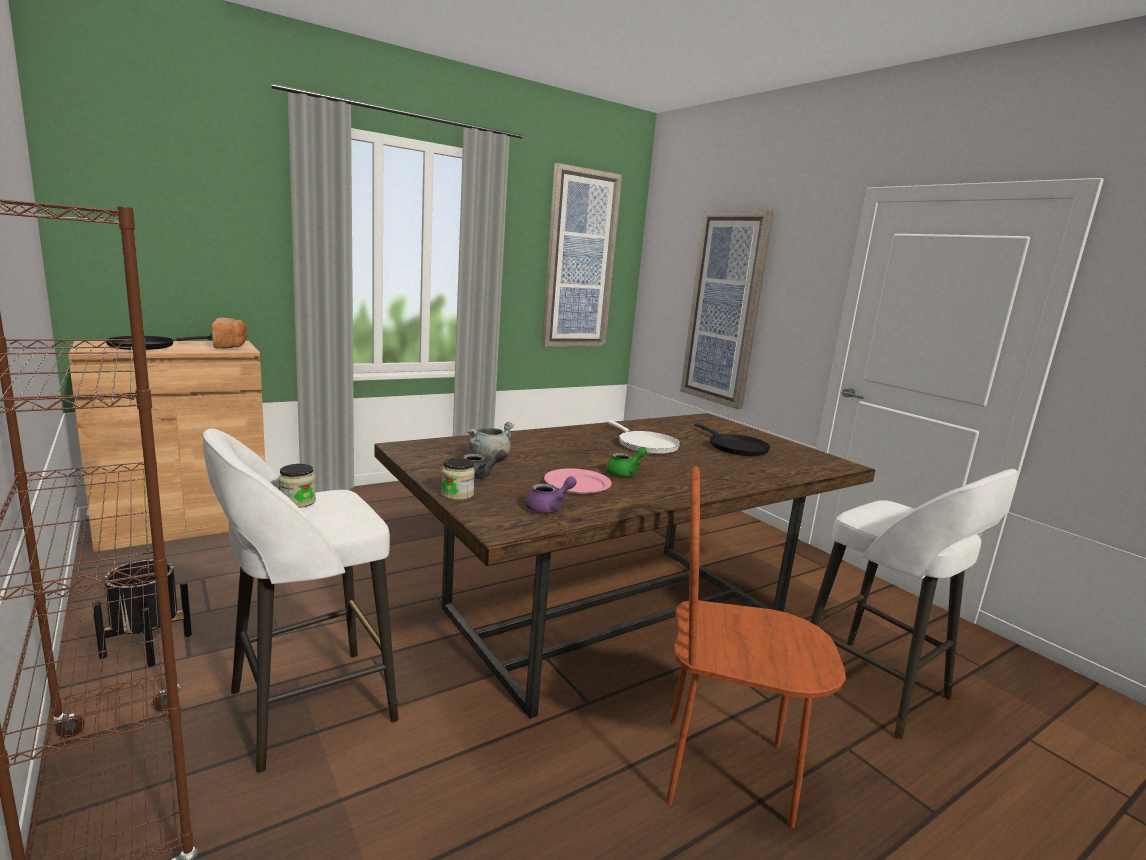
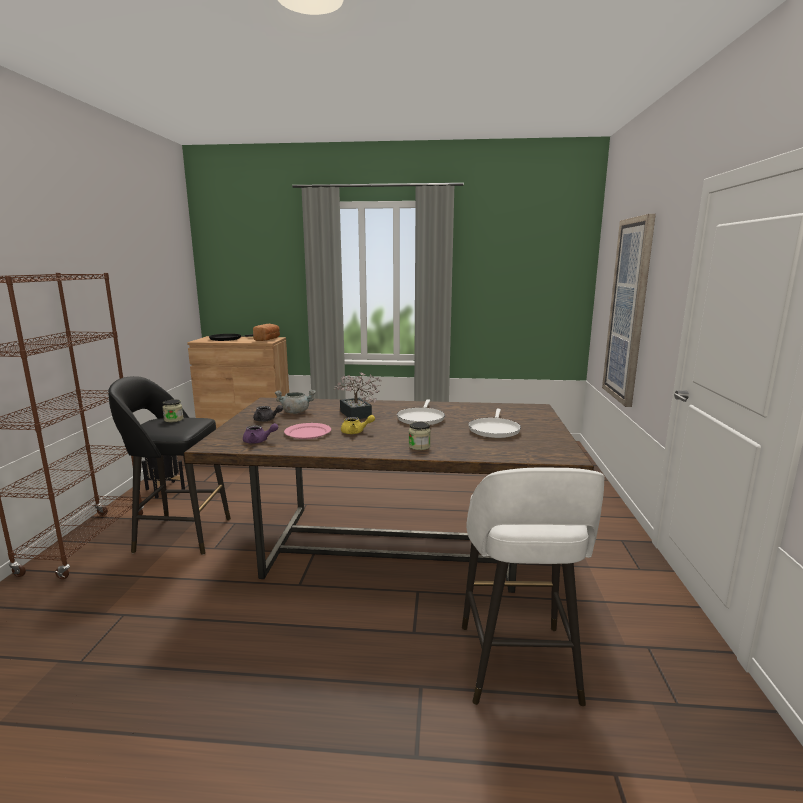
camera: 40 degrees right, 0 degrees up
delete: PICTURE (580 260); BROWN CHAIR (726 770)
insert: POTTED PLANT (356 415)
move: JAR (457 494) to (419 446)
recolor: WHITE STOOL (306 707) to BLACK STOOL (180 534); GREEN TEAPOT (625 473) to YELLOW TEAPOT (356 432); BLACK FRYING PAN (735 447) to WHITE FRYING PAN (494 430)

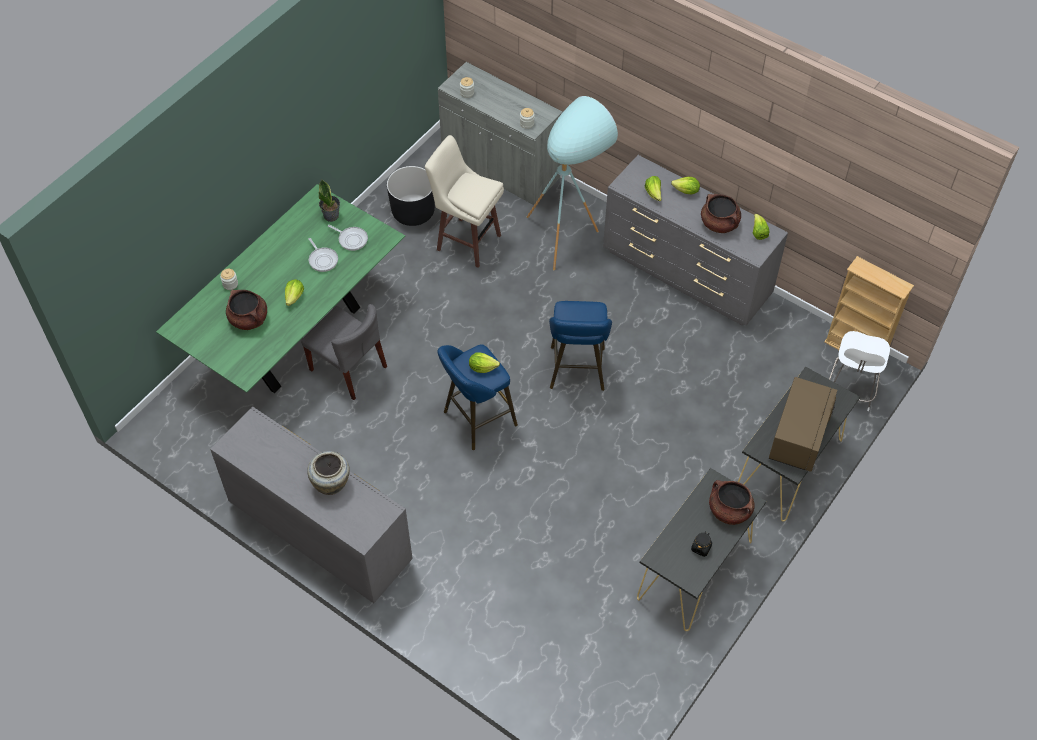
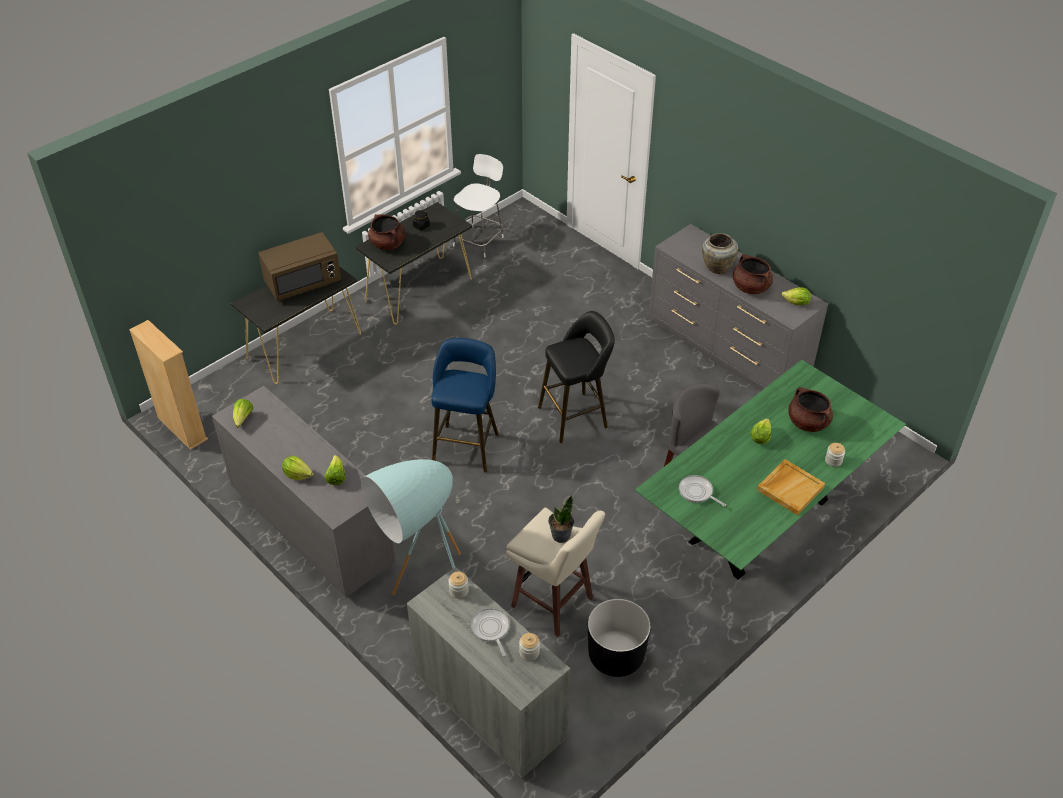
camera: 170 degrees left, 10 degrees down
insert: BEIGE TRAY (790 488)
move: FRYING PAN (322 259) to (491 629); POTTED PLANT (331 216) to (560 535); LETTUCE (482 367) to (796 303); BROWN COOKING POT (719 224) to (750 287); WHITE CHAIR (850 389) to (479 240)
recolor: BLUE STOOL (476 420) to BLACK STOOL (576 416)
rotate: BROWN MICROWAVE (798 436) = (303 282) 150 degrees counterclockwise

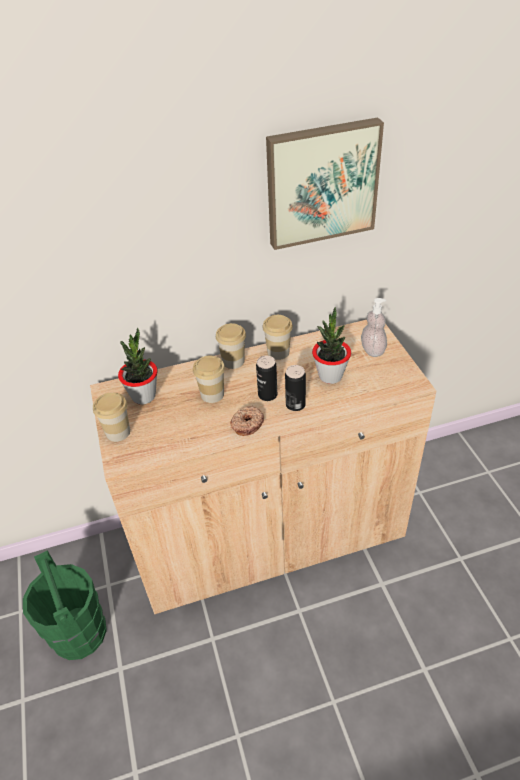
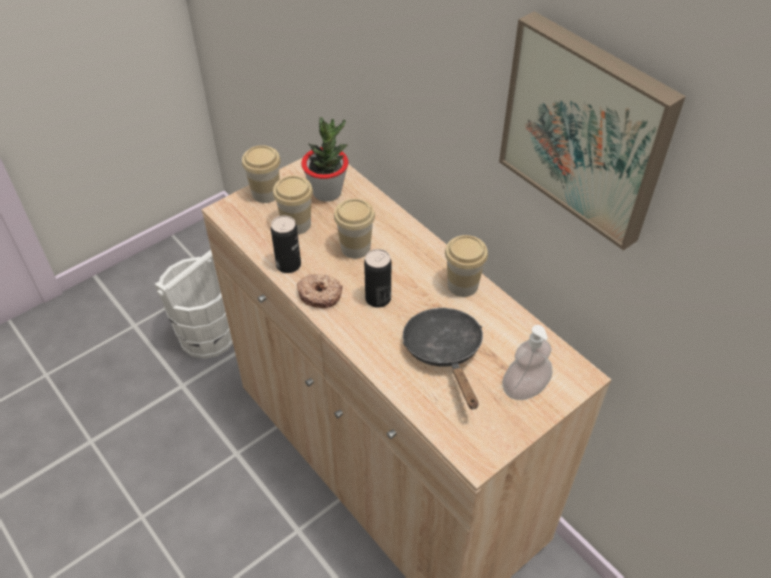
camera: 65 degrees right, 5 degrees up
move: CUP (233 361) to (296 224); CAN (295 405) to (288 265)
replace: POTTED PLANT (330 375) to BLACK FRYING PAN (445 352)
recolor: GREEN BUCKET (79 632) to WHITE BUCKET (208 335)

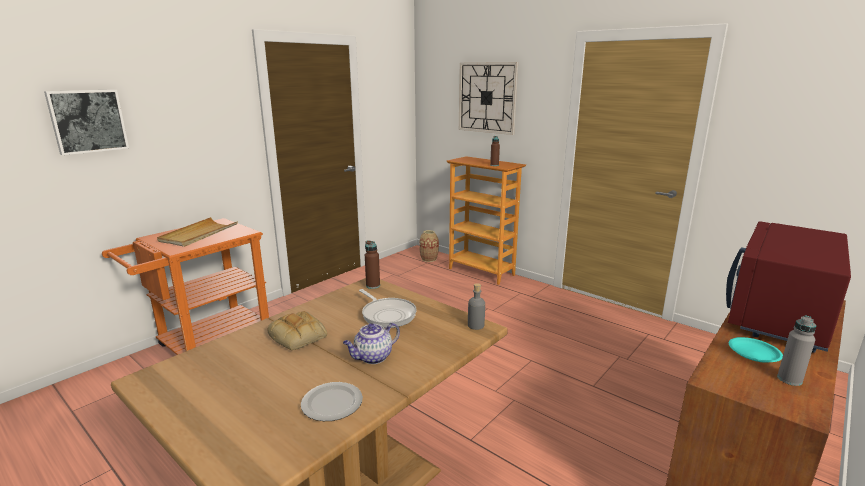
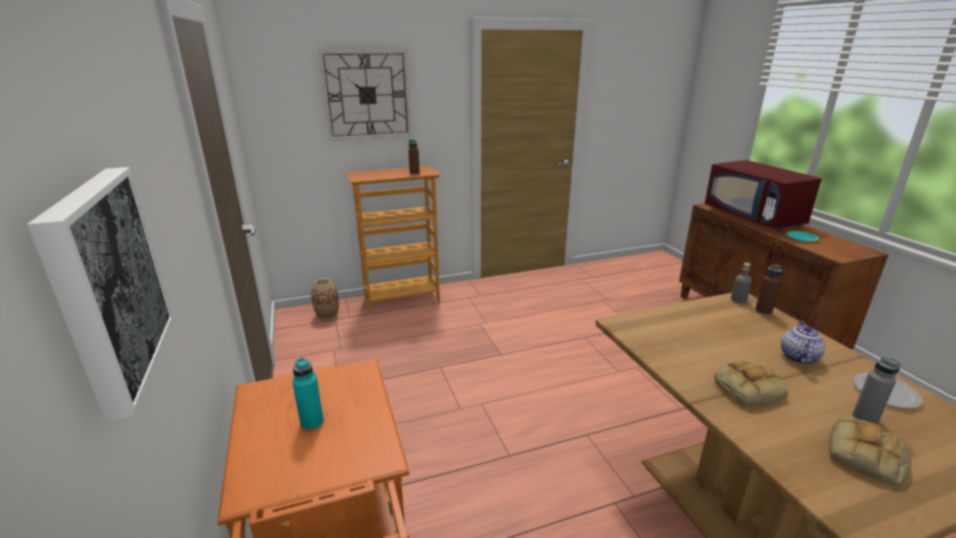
camera: 60 degrees left, 5 degrees up
delete: FRYING PAN (387 314)
insert: BREAD (866 457)
move: BROWN BOTTLE (373 286) to (763 311); GREY BOTTLE (789 379) to (865 418)
replace: BEIGE TRAY (199 234) to TURQUOISE BOTTLE (312 422)
rotate: TEAPOT (372 357) = (798 356) 150 degrees counterclockwise

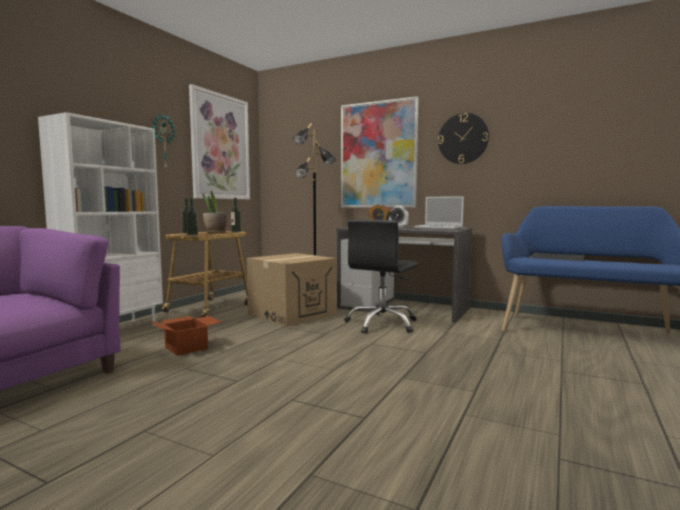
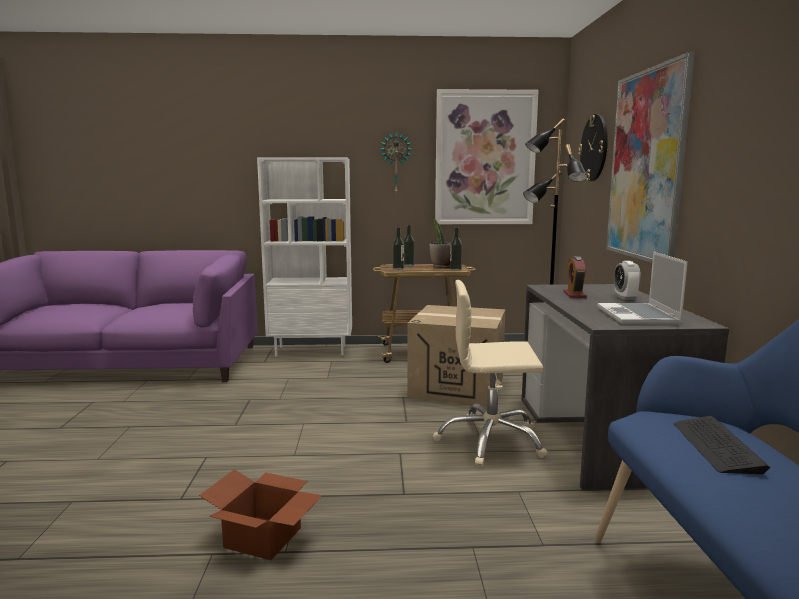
camera: 60 degrees right, 5 degrees up
move: CARDBOARD BOX (188 348) to (264 539); WALL CLOCK (463 138) to (594 148)
recolor: BLACK OFFICE CHAIR (382 324) to BEIGE OFFICE CHAIR (490 441)

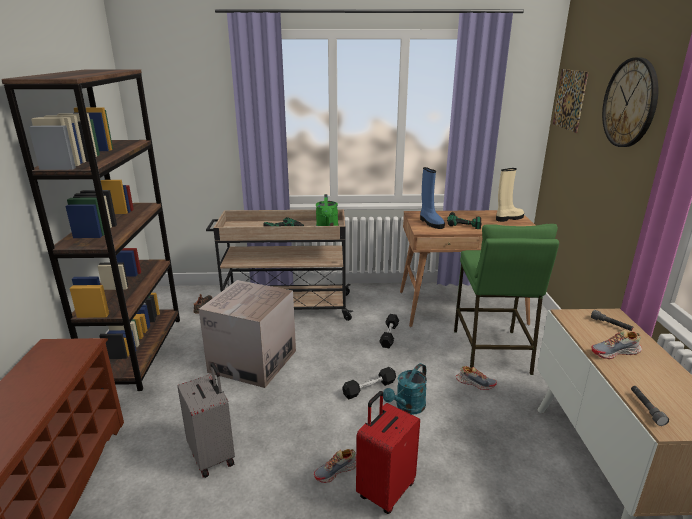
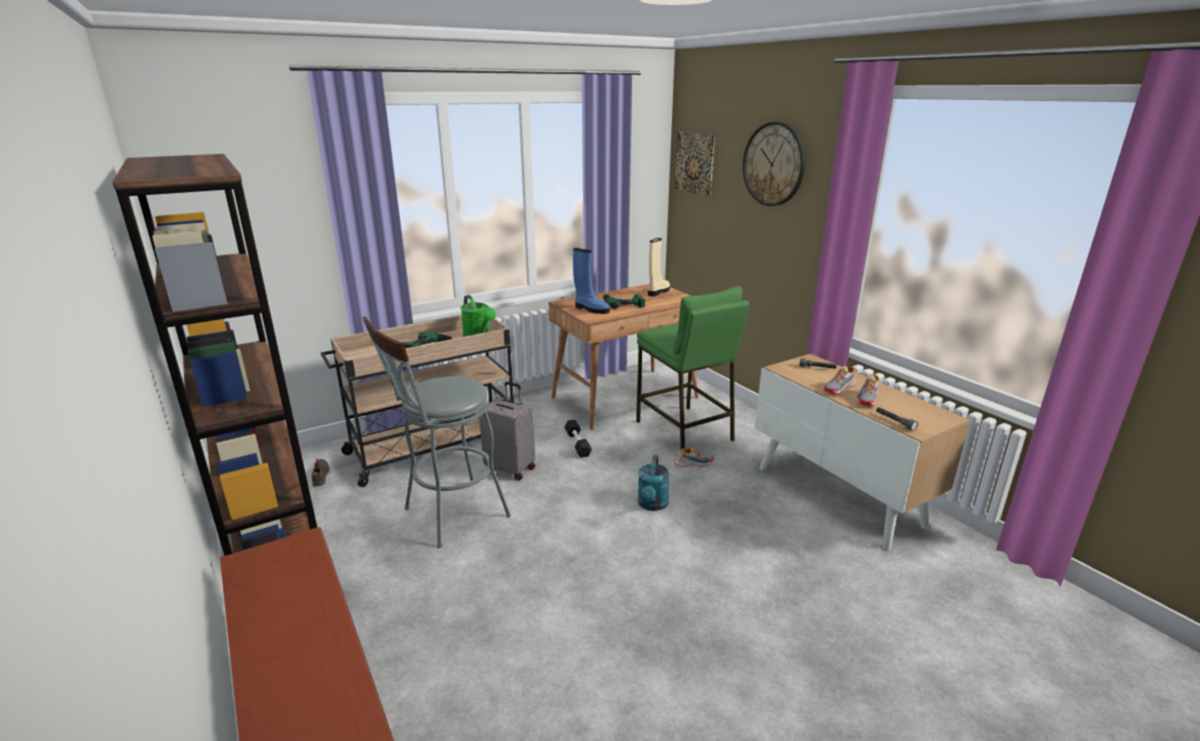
camera: 30 degrees left, 0 degrees up
delete: BLACK DUMBBELL (369 388); RED SUITCASE (385 490)
move: GREY SUITCASE (213 455) to (511 468); SHOE (337 471) to (868 398)
replace: CARDBOARD BOX (253 361) to GREY STOOL (449 516)

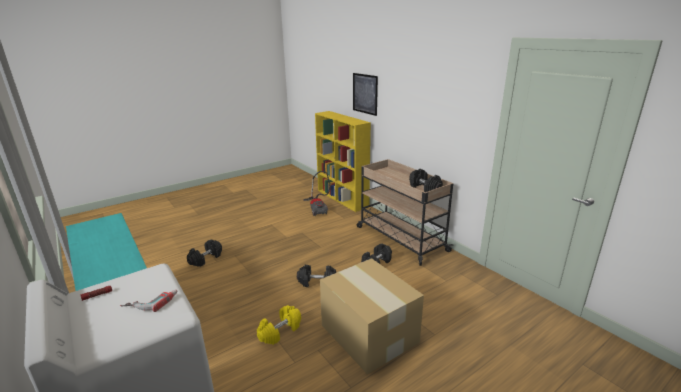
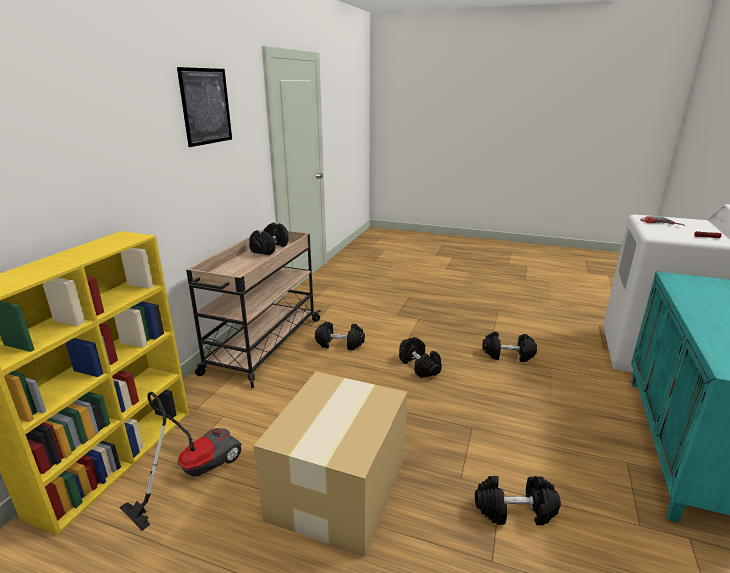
camera: 125 degrees left, 0 degrees up
move: CARDBOARD BOX (369 334) to (340 487); PICTURE (365 94) to (206 106)
recolor: YELLOW DUMBBELL (280 331) to BLACK DUMBBELL (507 355)

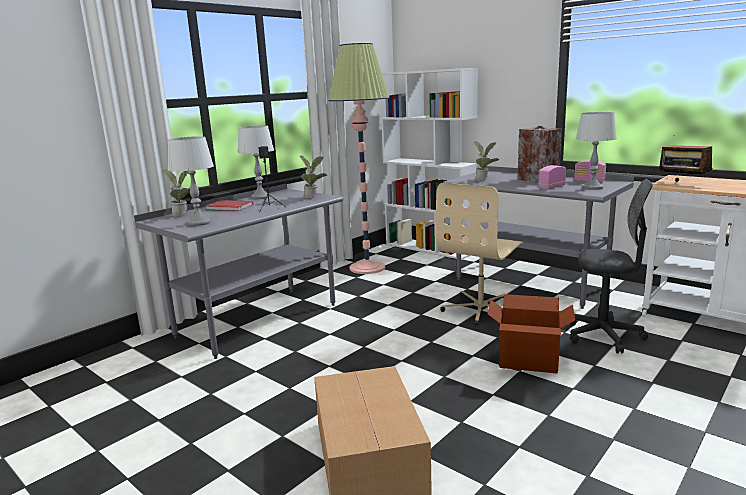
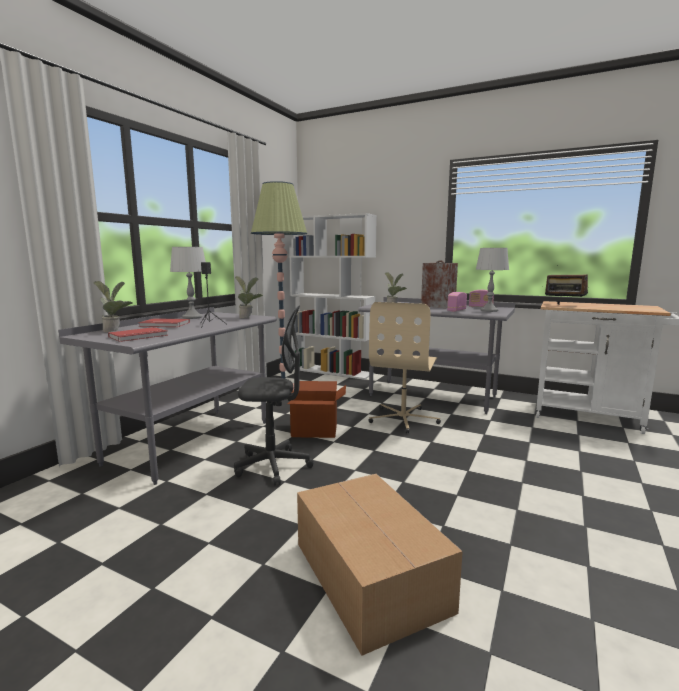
camera: 15 degrees left, 5 degrees down
move: CARDBOARD BOX (528 361) to (314 431); GREY OFFICE CHAIR (603 336) to (273 466)
replace: GREY TABLE LAMP (199 223) to RED BOOK (139 336)

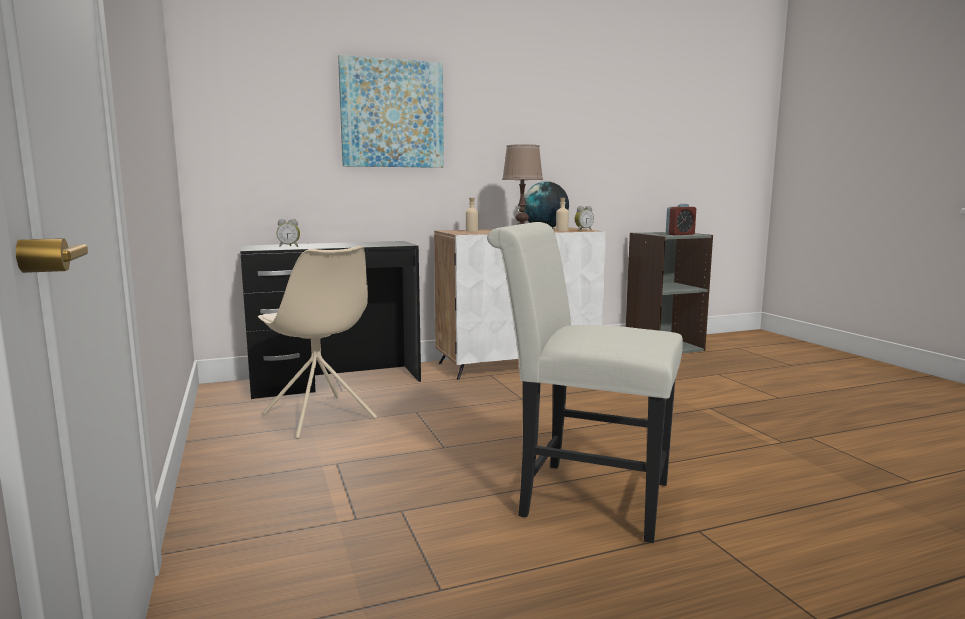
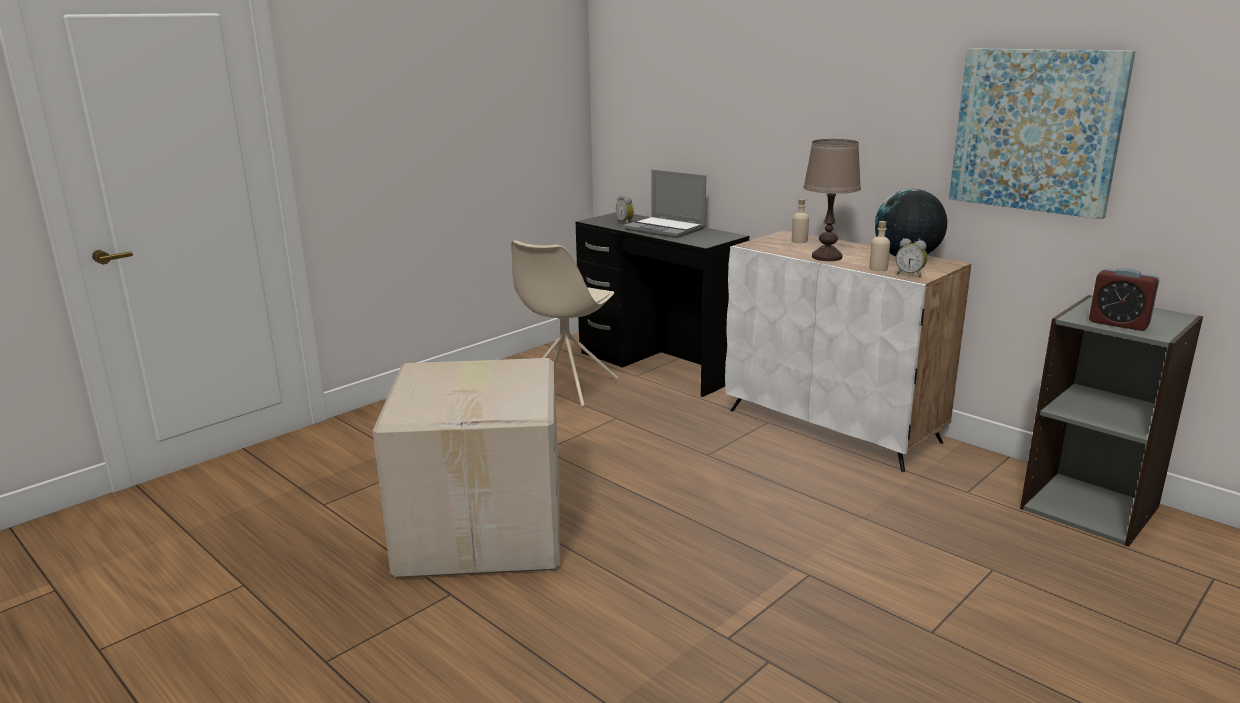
camera: 65 degrees right, 10 degrees up
insert: LAPTOP (666 229)
move: PICTURE (392 114) to (1036 130)
replace: WHITE CHAIR (583 497) to CARDBOARD BOX (484 529)

